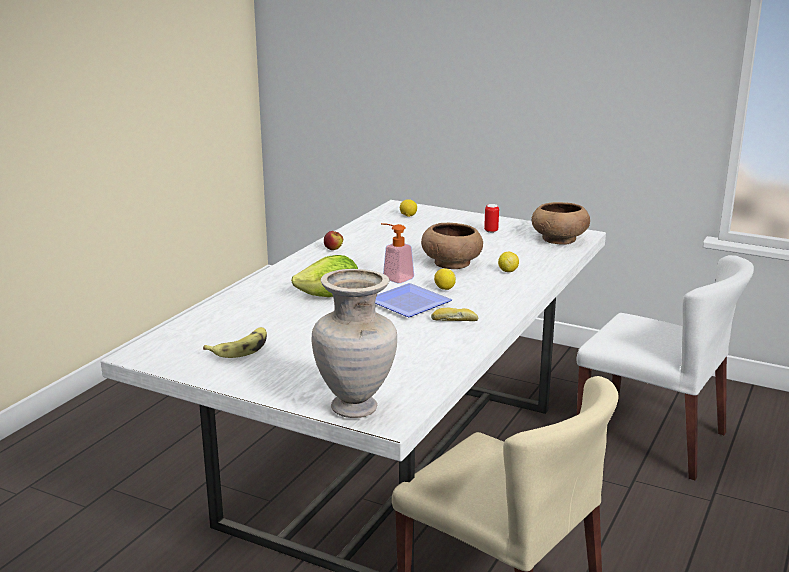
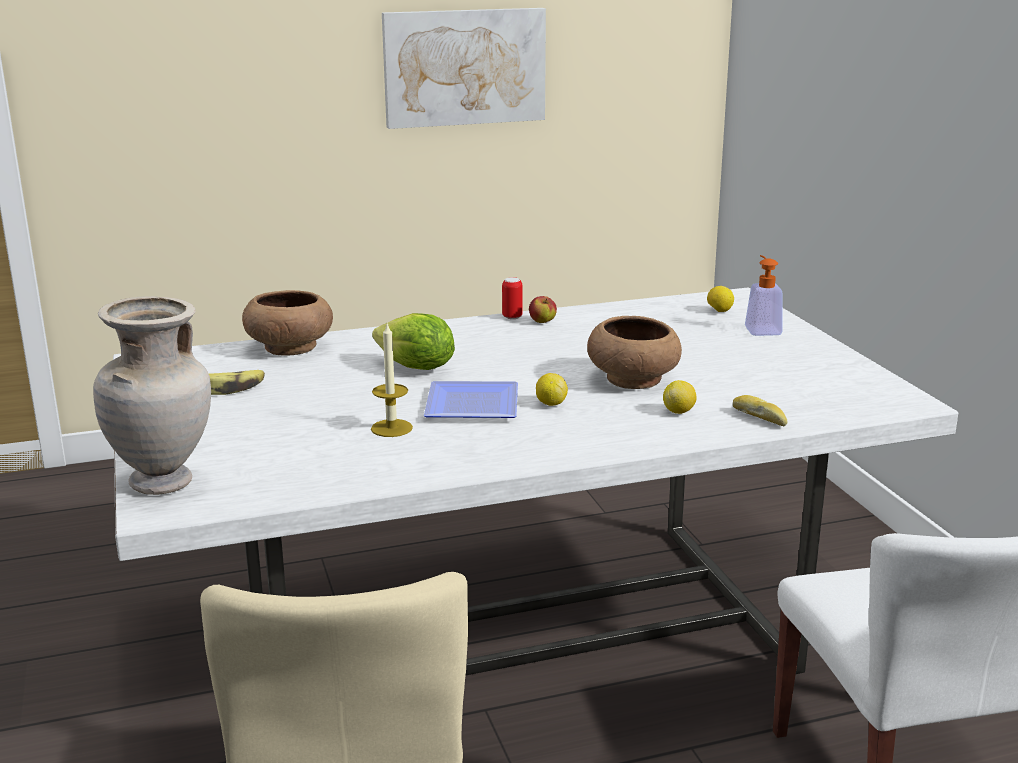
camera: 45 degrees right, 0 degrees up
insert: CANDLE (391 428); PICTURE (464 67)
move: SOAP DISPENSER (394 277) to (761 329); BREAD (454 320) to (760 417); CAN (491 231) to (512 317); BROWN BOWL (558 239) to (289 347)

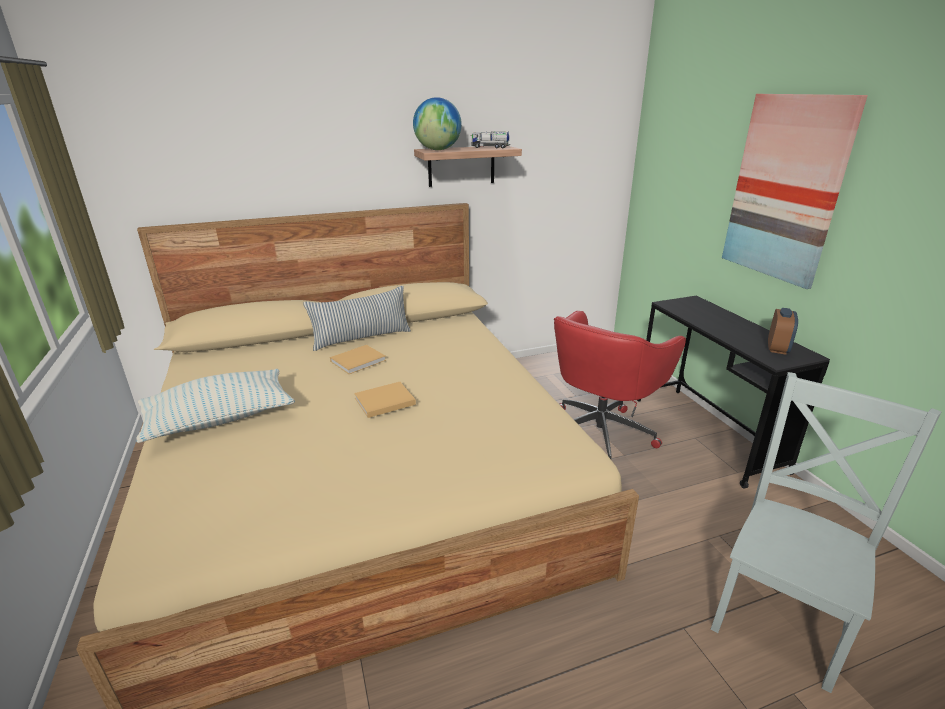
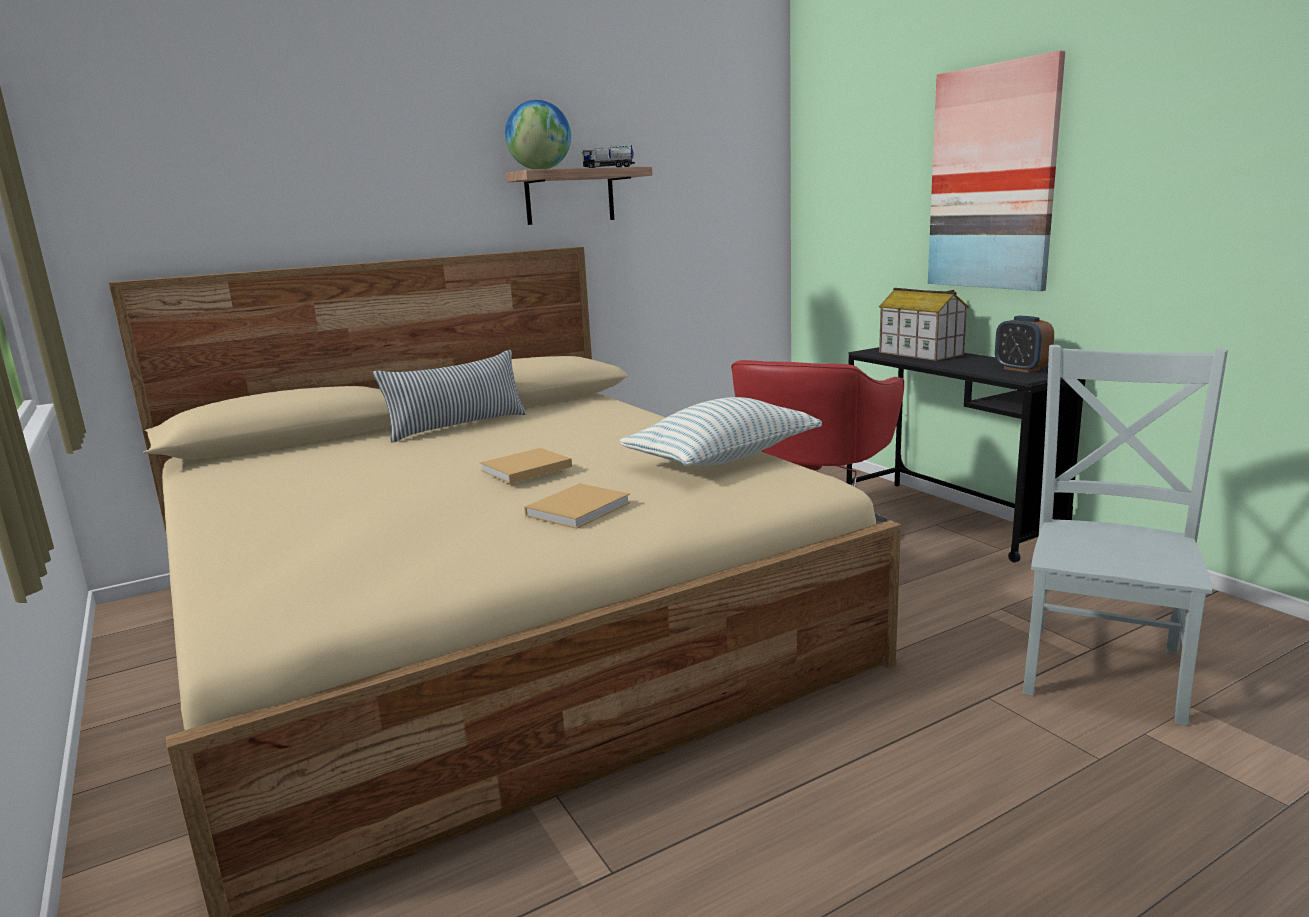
camera: 10 degrees left, 10 degrees down
insert: TOY HOUSE (920 353)
move: PILLOW (220 419) to (723 459); BEIGE BOOK (359 360) to (580 508)
rotate: ALARM CLOCK (777 348) = (1021 369) 135 degrees clockwise

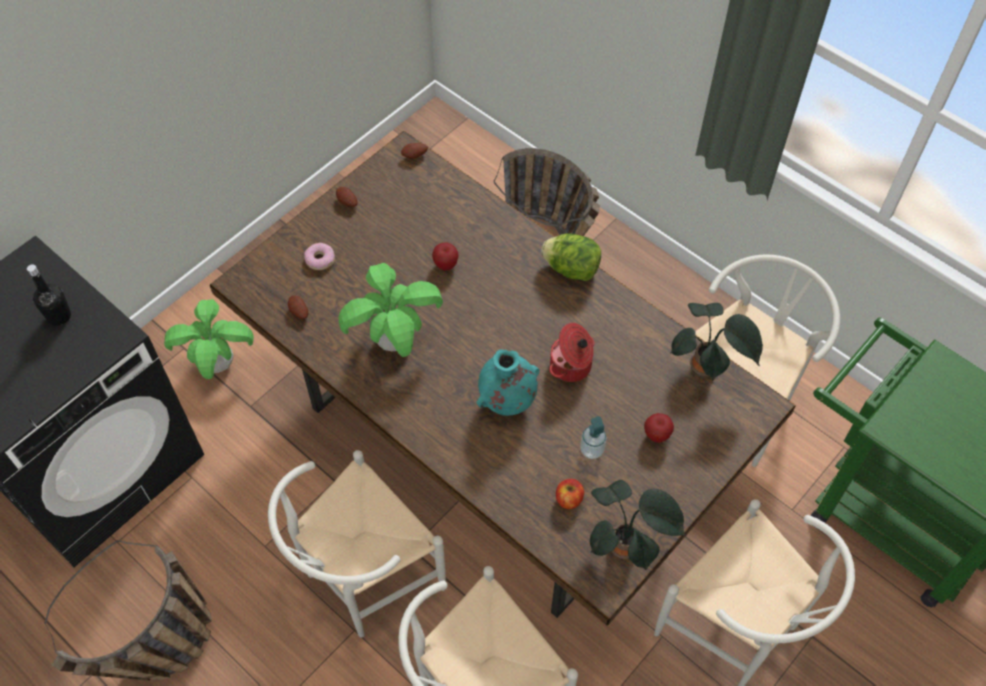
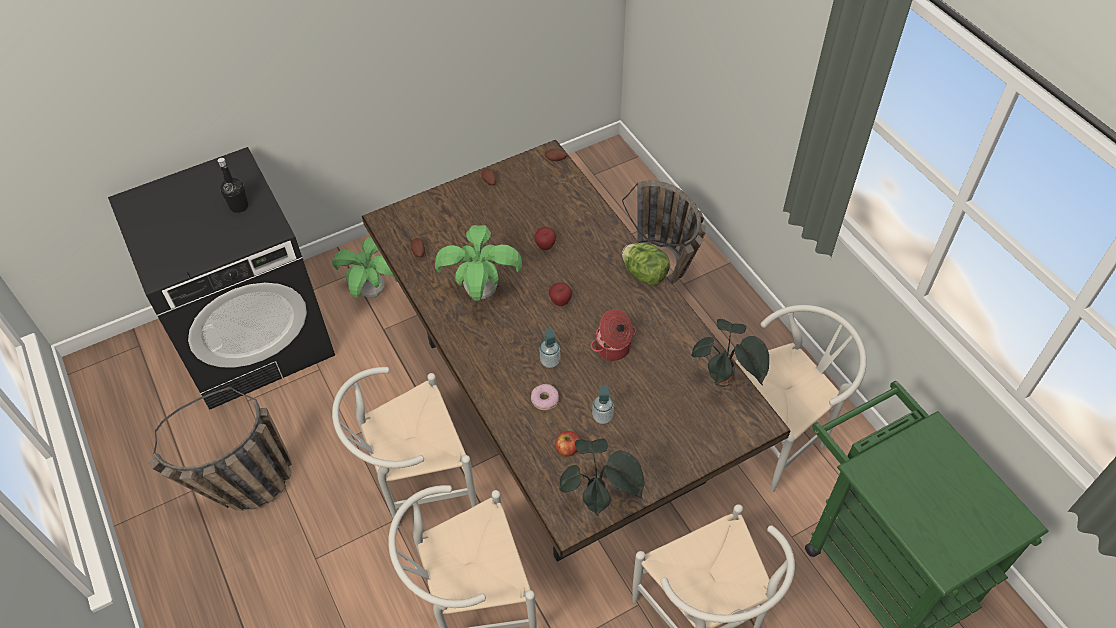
camera: 20 degrees right, 5 degrees down
move: DONUT (320 259) to (545 399); APPLE (656 435) to (560 302)
replace: TURQUOISE VASE (507 402) to SOAP DISPENSER (550 361)

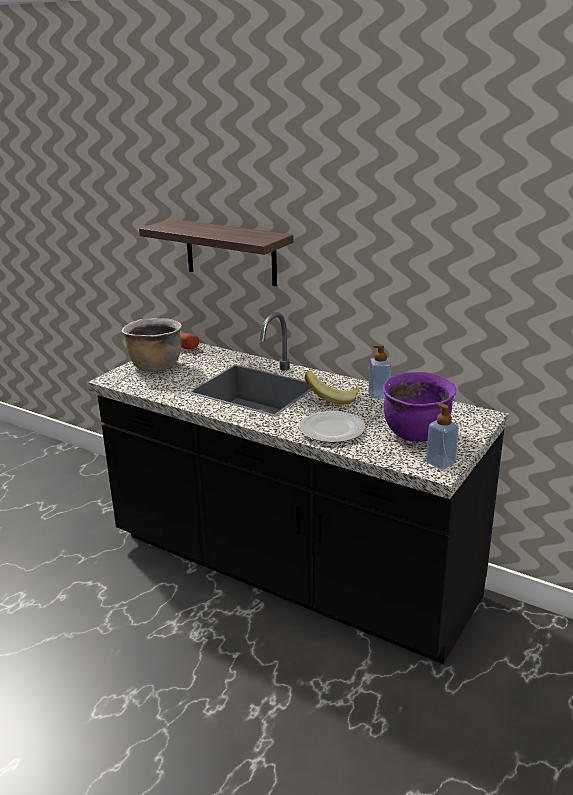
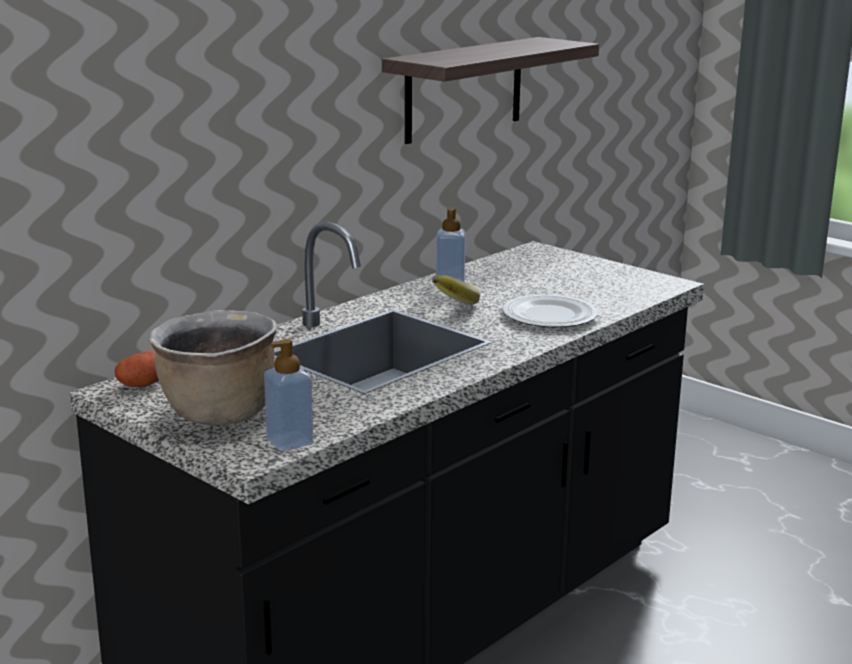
camera: 80 degrees left, 5 degrees down
delete: PURPLE COOKING POT (416 434)
move: SHELF (230 252) to (464 89); SOAP DISPENSER (440 463) to (289 442)

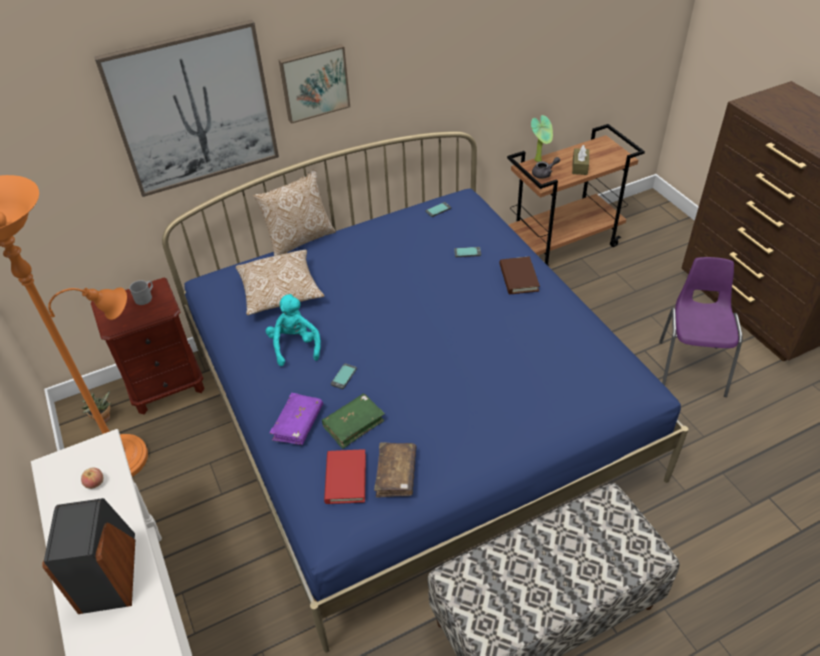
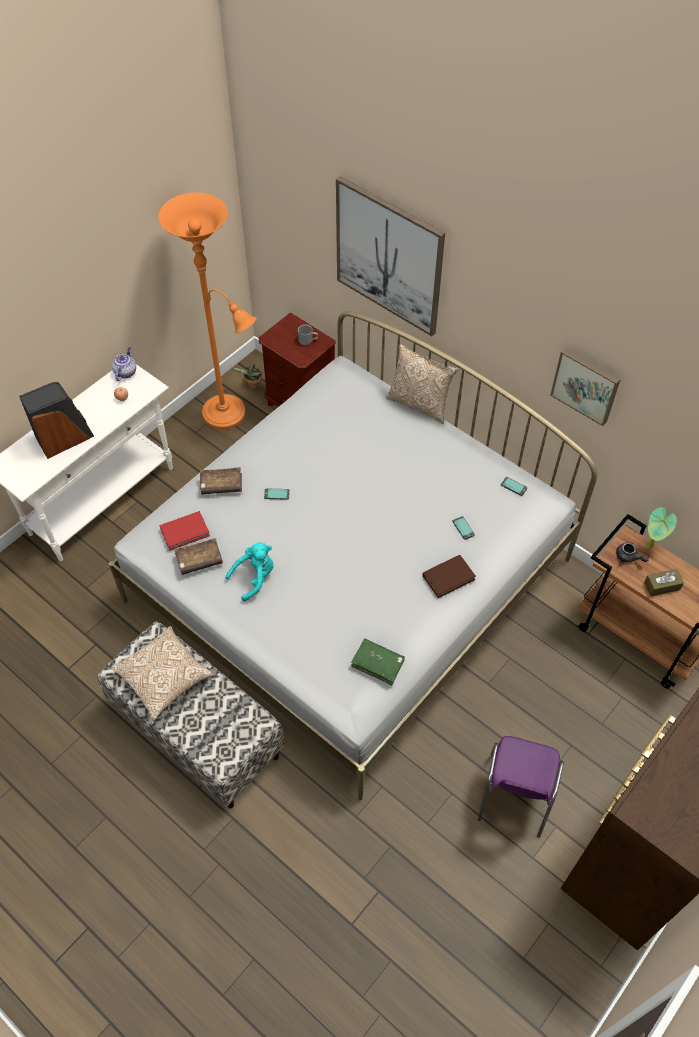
camera: 65 degrees right, 10 degrees up
insert: TEAPOT (125 372)
move: PILLOW (280 293) to (164 677); TURQUOISE PLUSH TOY (295 345) to (255 577); PICTURE (314 82) to (586 385); GREEN BOOK (354 424) to (378 664)
recolor: BLUE BED (414 412) to WHITE BED (350 580); PURPLE BOOK (298 424) to BROWN BOOK (221 485)
rotate: PURPLE CHAIR (691 367) = (514 797) 120 degrees clockwise

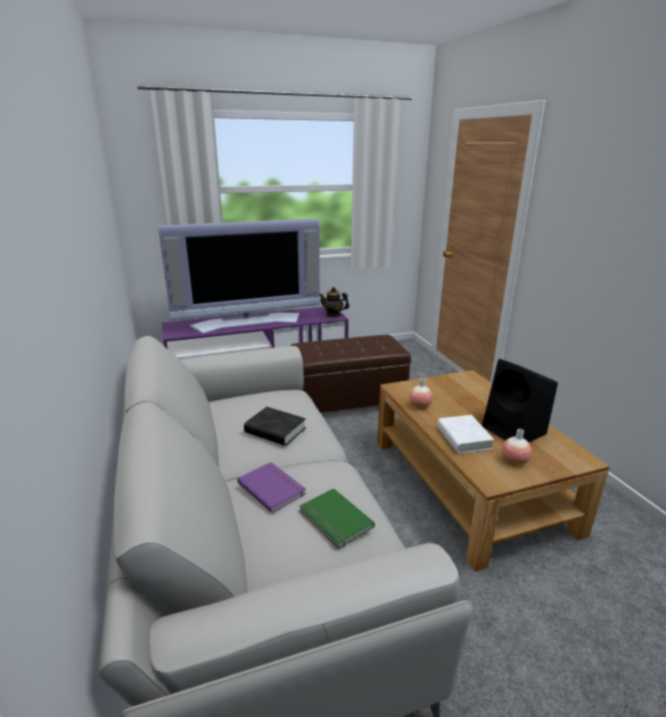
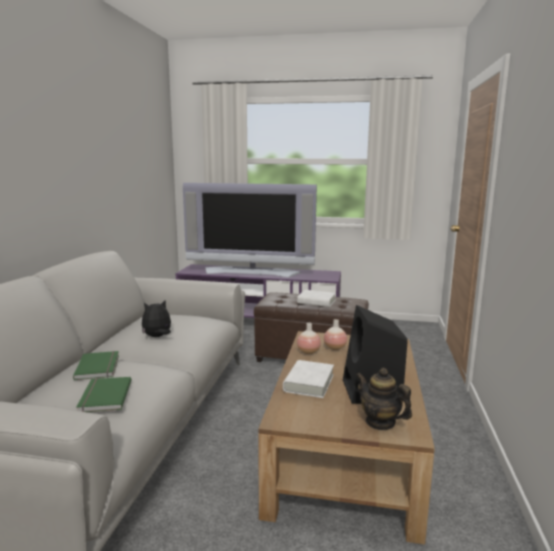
camera: 30 degrees right, 10 degrees down
insert: WHITE BOOK (316 302)
move: TEAPOT (333 315) to (380 422); VASE (514 460) to (335 348)
replace: BLACK BOOK (275 430) to PLUSH TOY (157 337)
recolor: PURPLE BOOK (272 487) to GREEN BOOK (99 367)

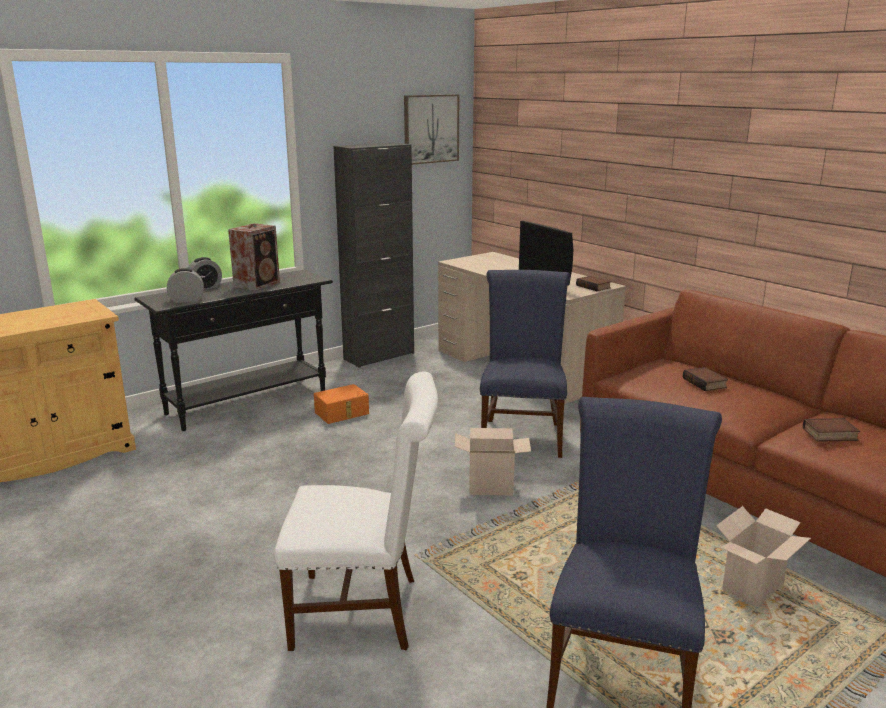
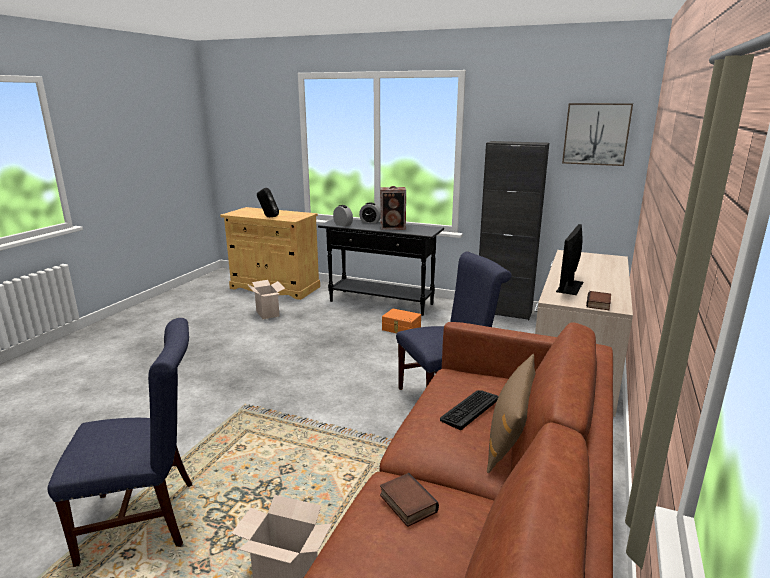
camera: 60 degrees right, 0 degrees up
delete: WHITE CHAIR (365 611)
insert: BLACK SPEAKER (268 217); BROWN PILLOW (510 434)
move: CARDBOARD BOX (492 486) to (268 314)
replace: BOOK (705 383) to KEYBOARD (469 409)

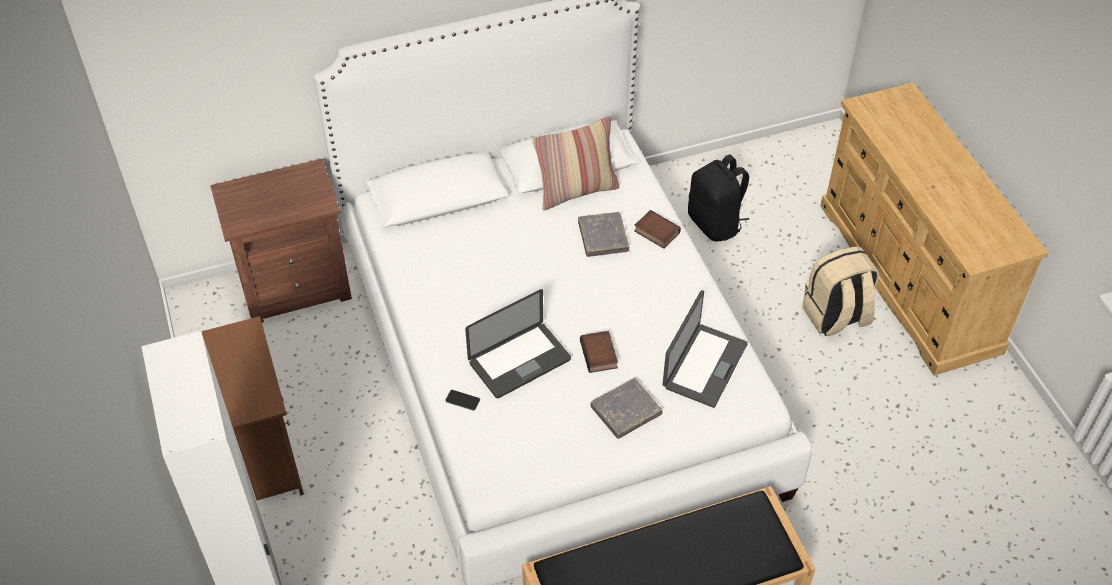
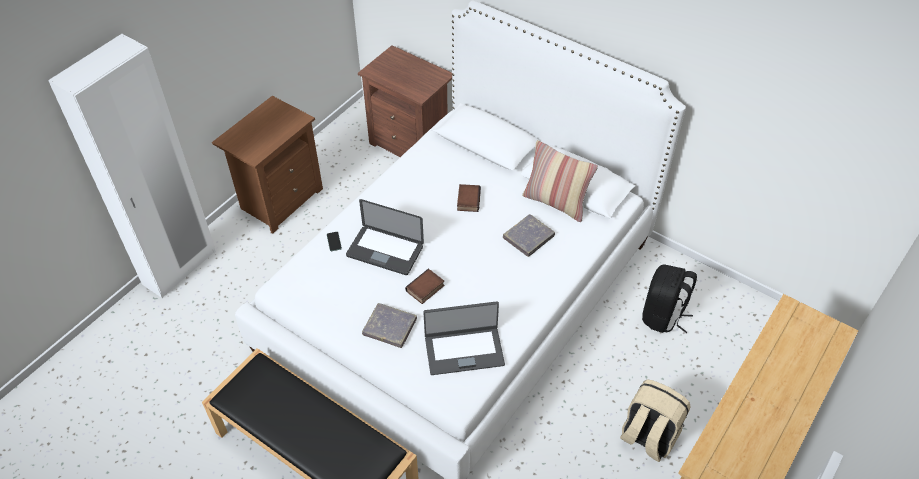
camera: 55 degrees right, 0 degrees up
move: BOOK (655 232) to (467 200)

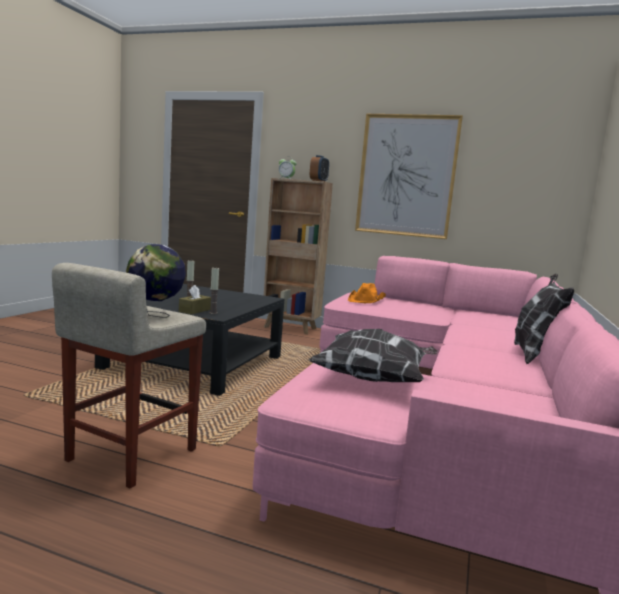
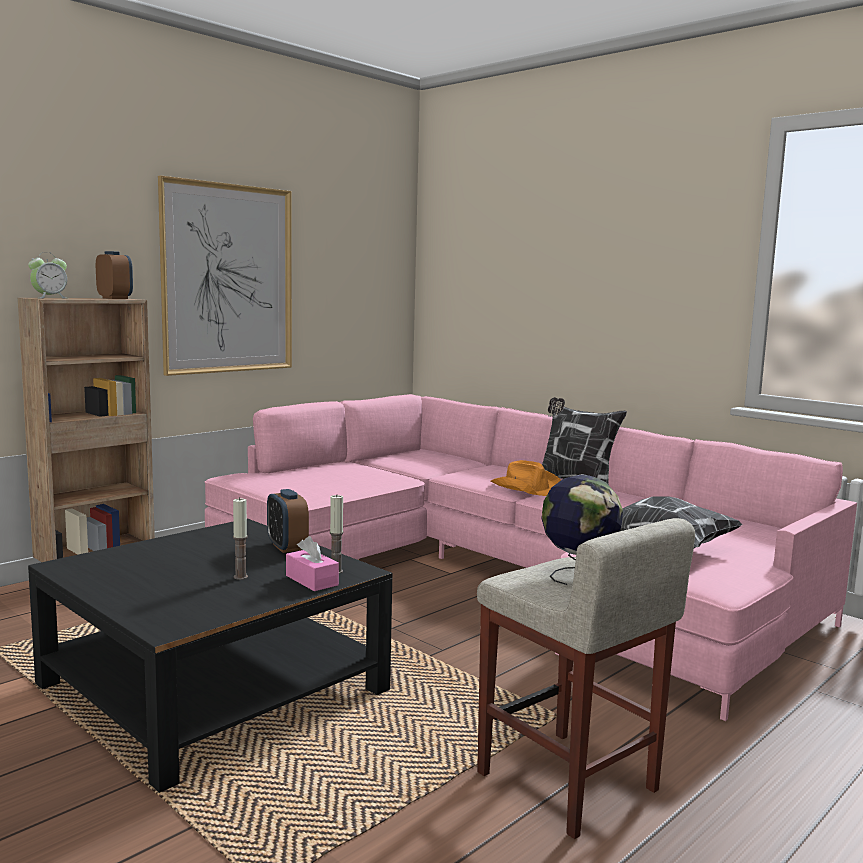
camera: 65 degrees left, 0 degrees up
insert: ALARM CLOCK (287 547)
move: ORANGE HAT (366 300) to (526 487)
recolor: BROWN TISSUE BOX (194 310) to PINK TISSUE BOX (312 580)

